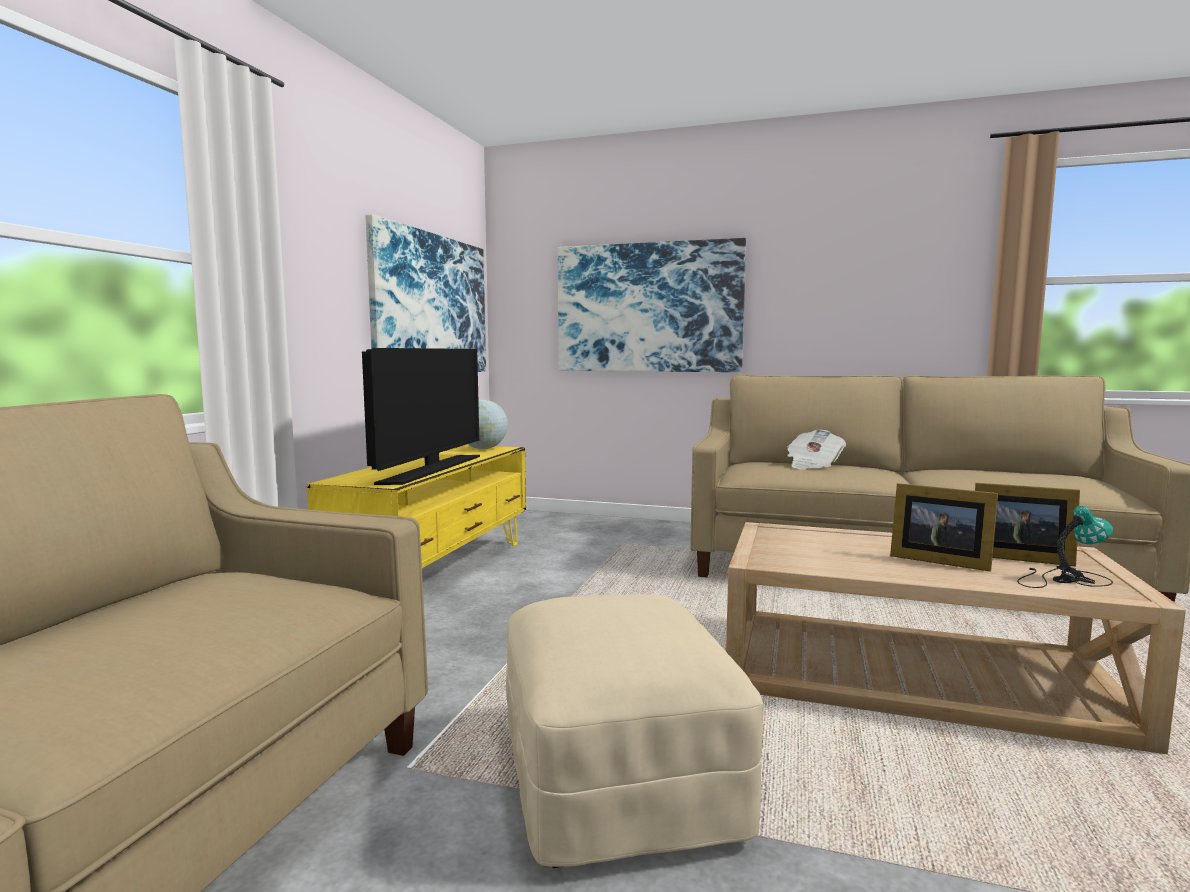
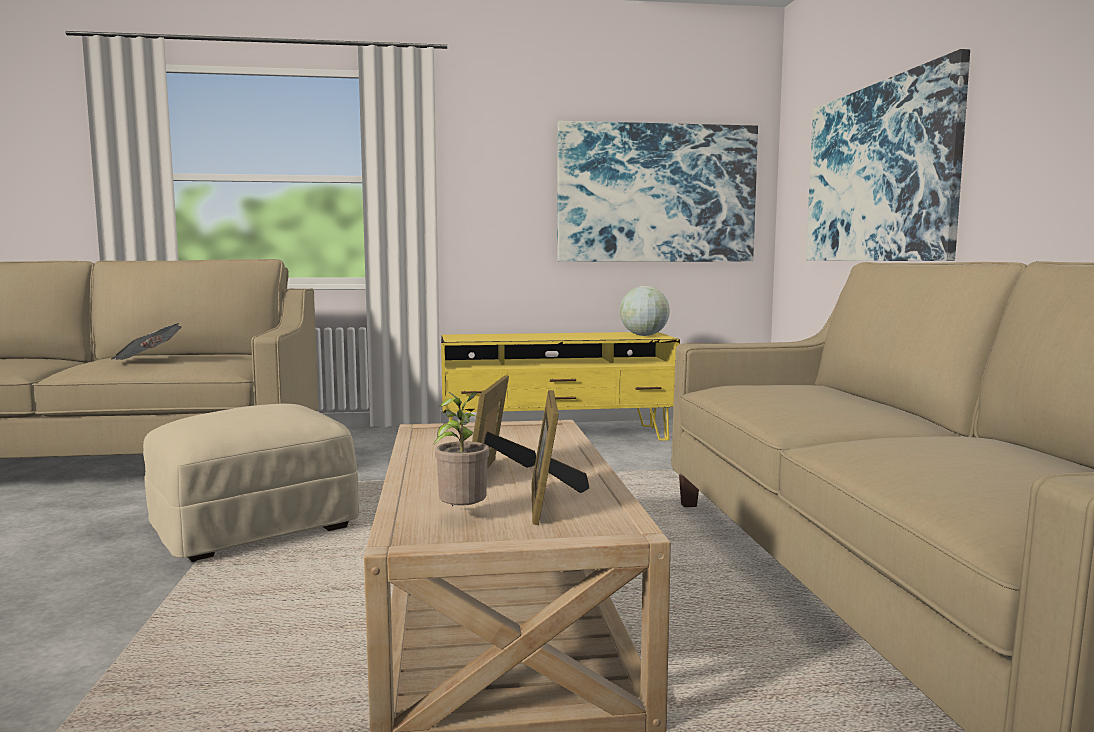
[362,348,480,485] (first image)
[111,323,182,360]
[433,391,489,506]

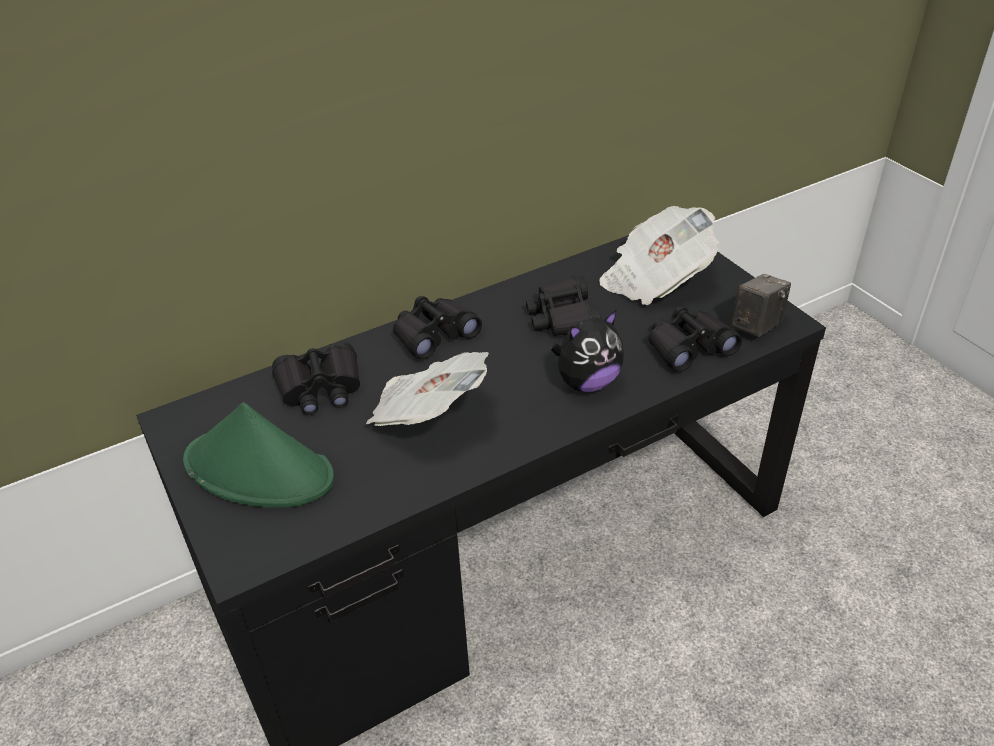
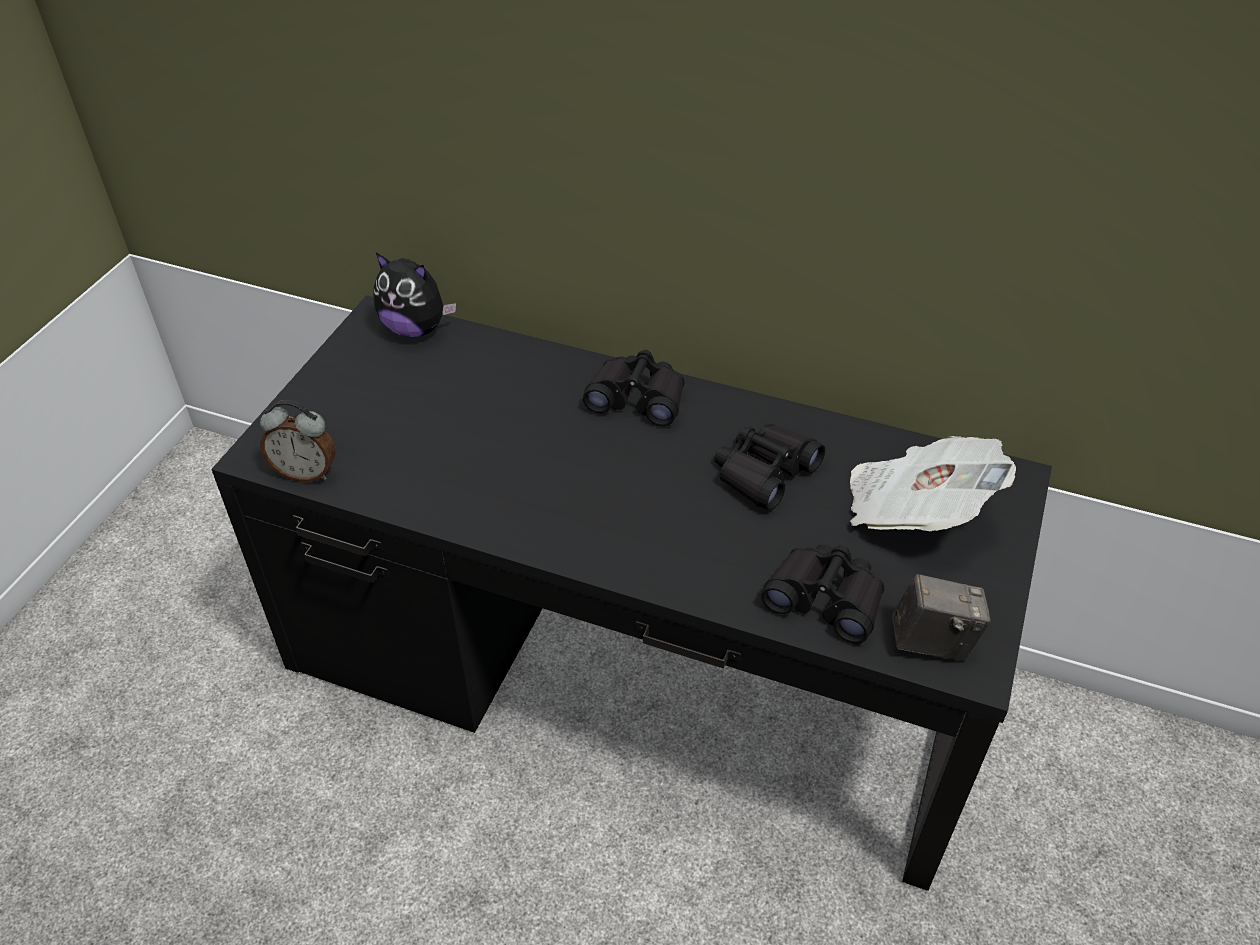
[183,402,334,508] (first image)
[272,342,360,415] (first image)
[366,352,489,426] (first image)
[260,400,335,482]
[373,253,456,337]

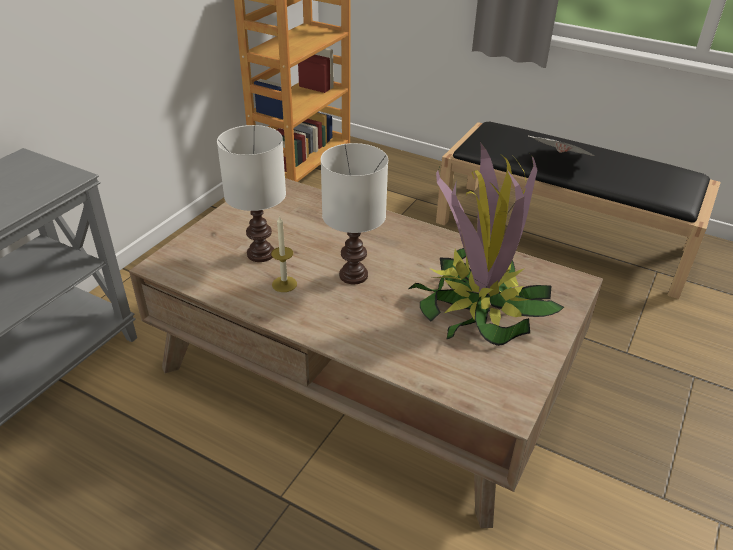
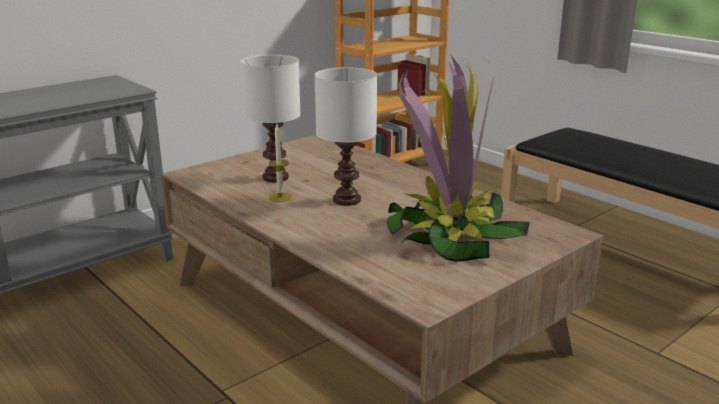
[527,135,595,156] (first image)

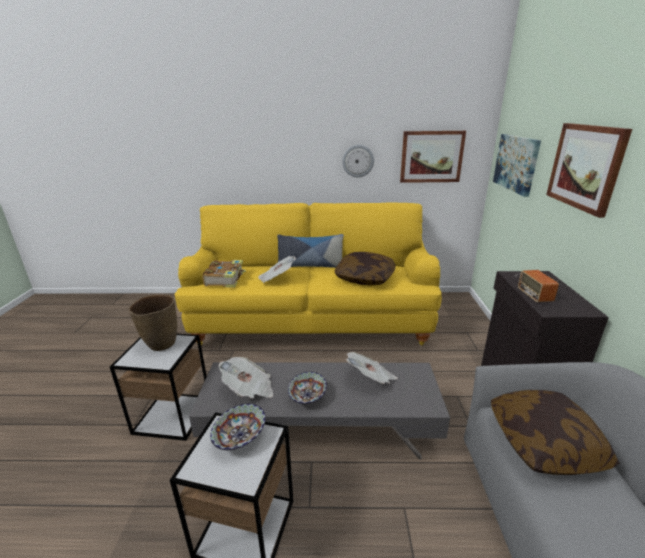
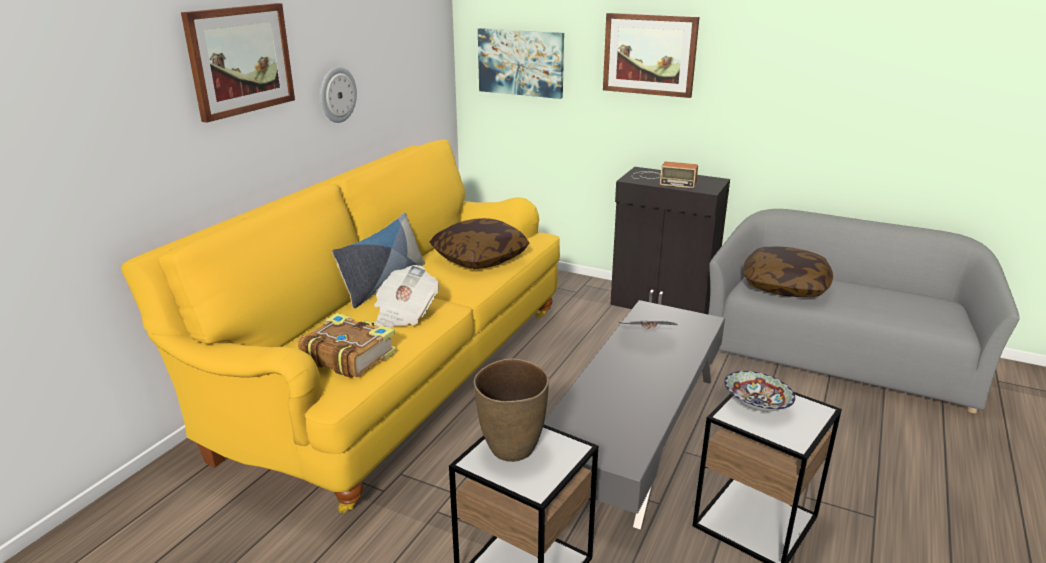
[219,357,273,398] (first image)
[288,372,327,404] (first image)
[181,3,295,123]

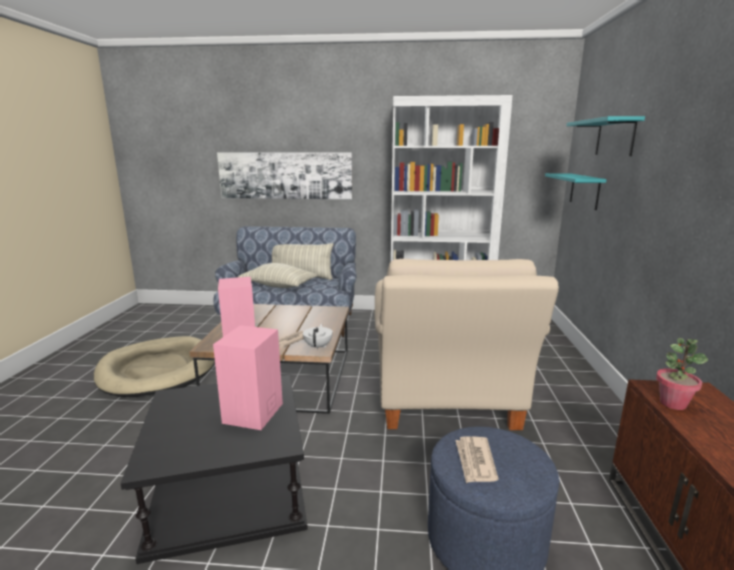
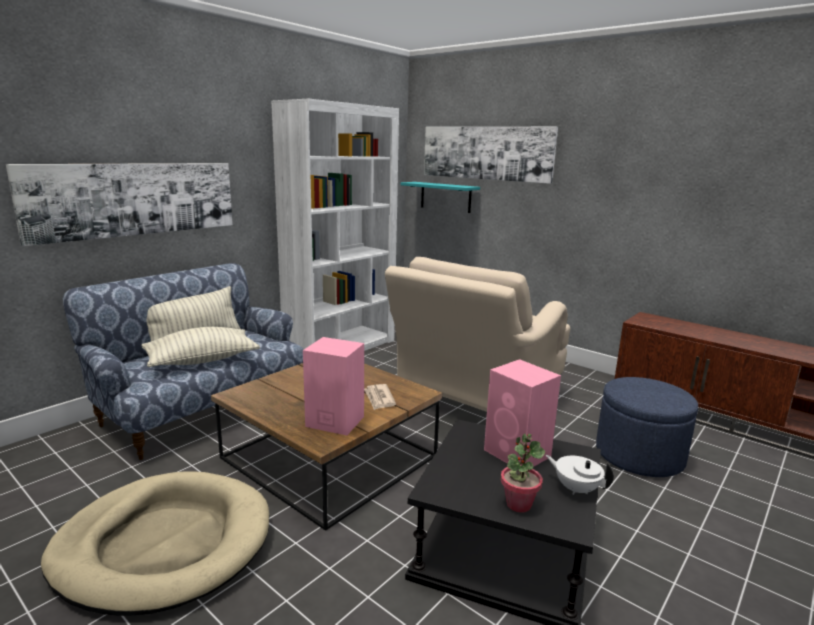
[455,436,498,483] (first image)
[546,455,614,495]
[500,433,545,513]
[424,127,558,184]
[385,257,570,412]

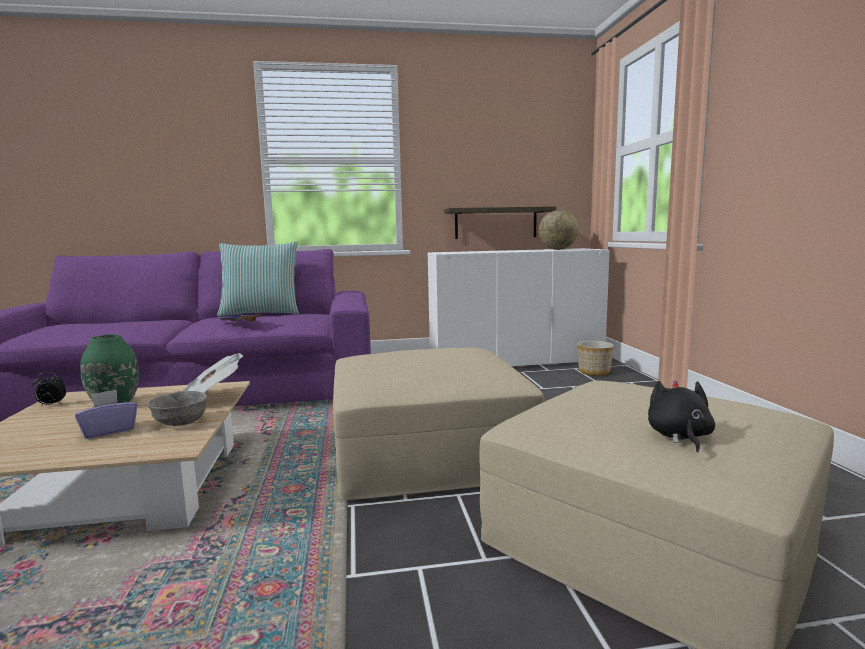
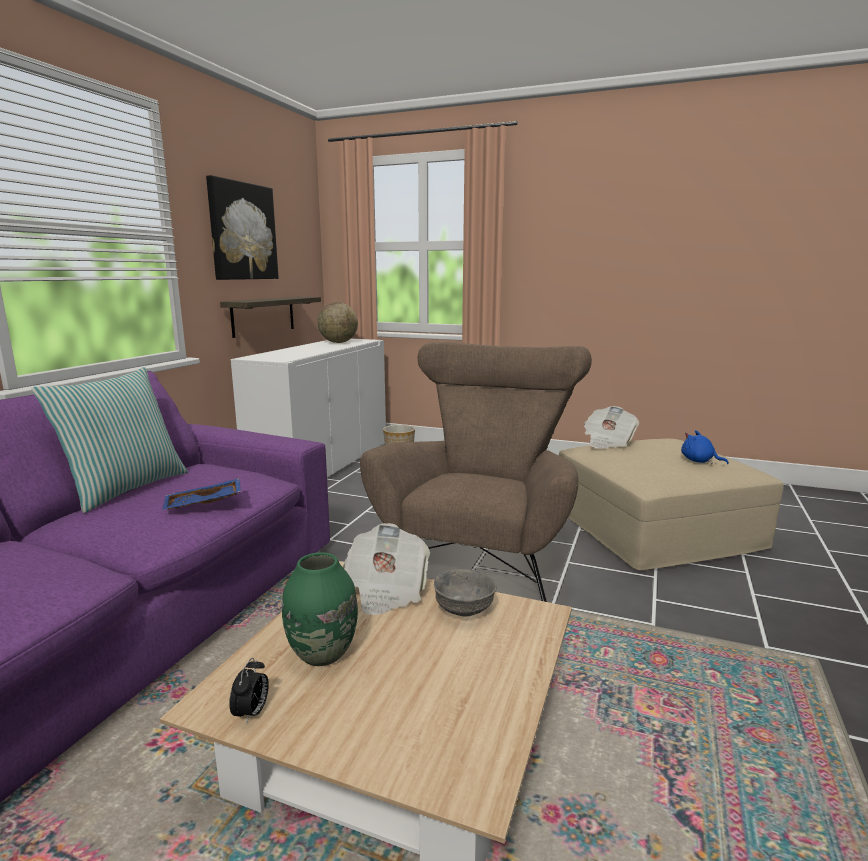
[75,389,137,439] (first image)
[206,175,279,280]
[584,406,639,449]
[360,342,592,602]
[681,430,729,464]

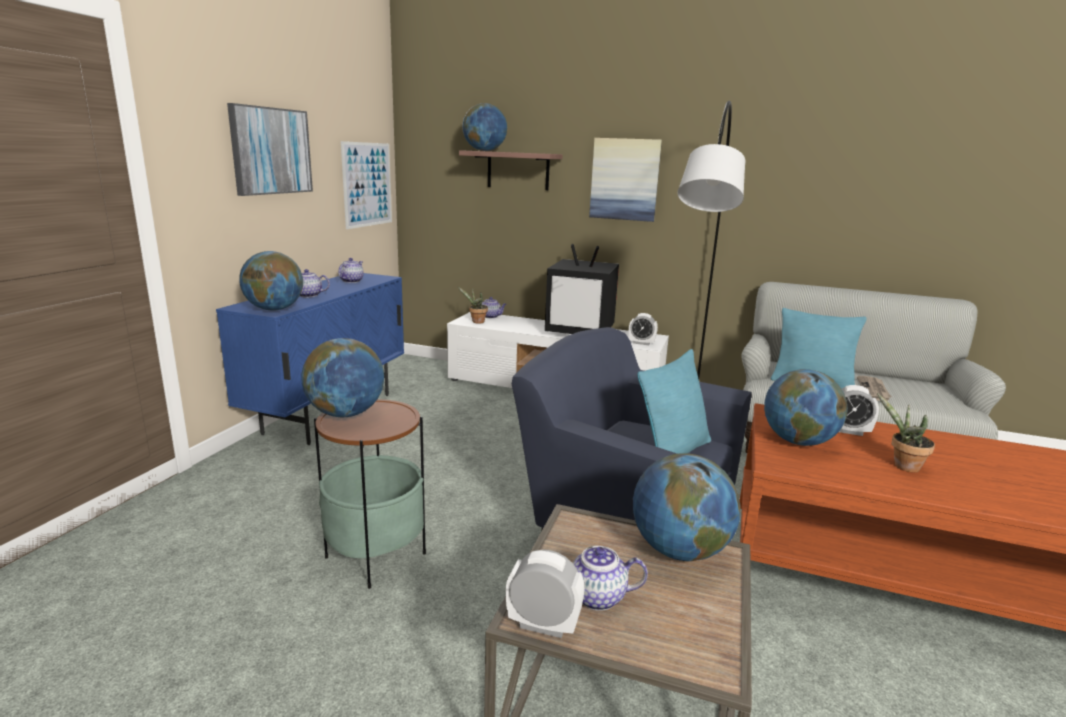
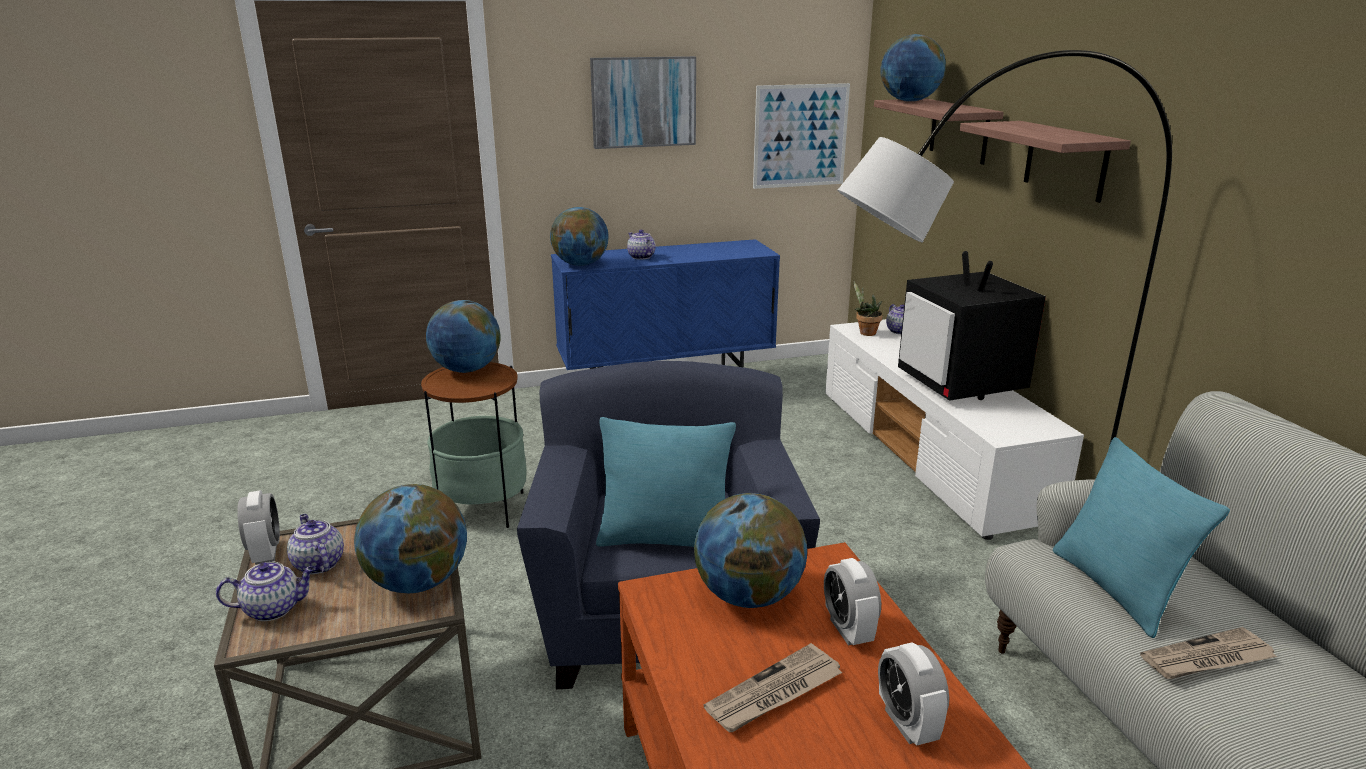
[216,562,316,621]
[878,642,949,746]
[960,121,1131,203]
[704,643,843,732]

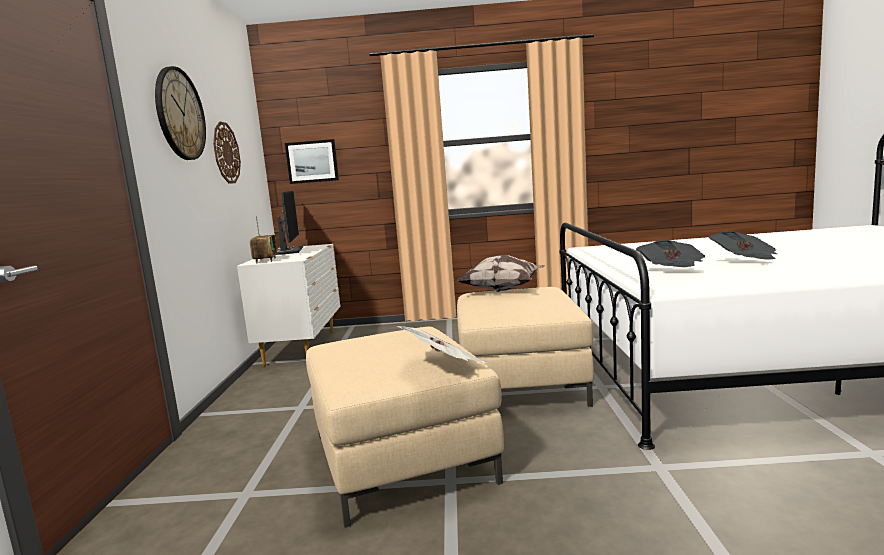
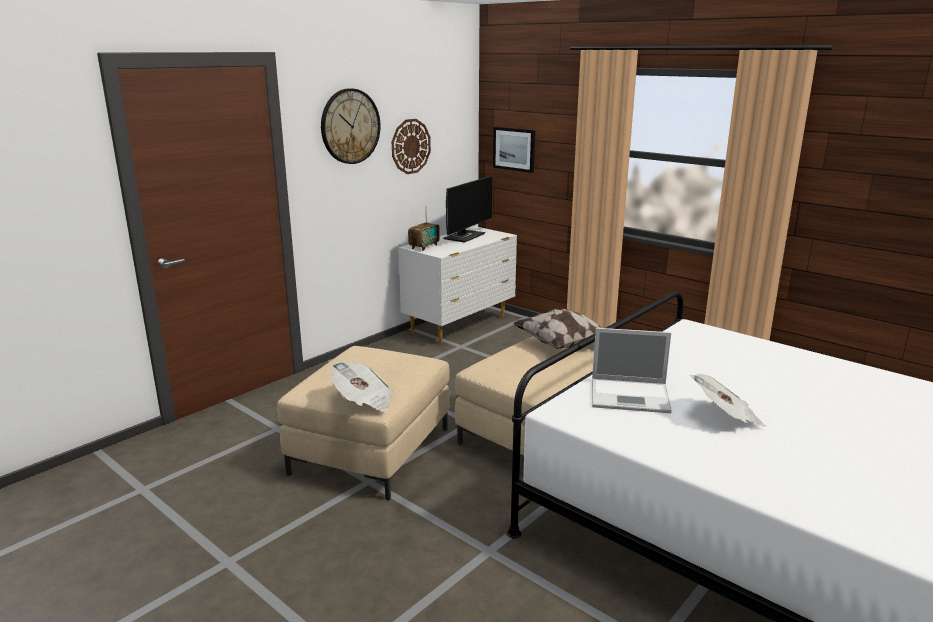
[592,328,672,413]

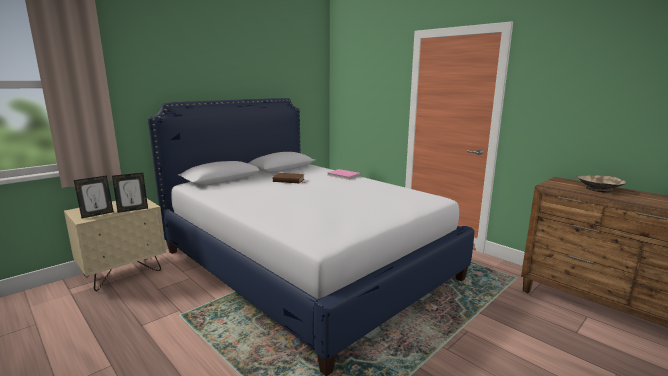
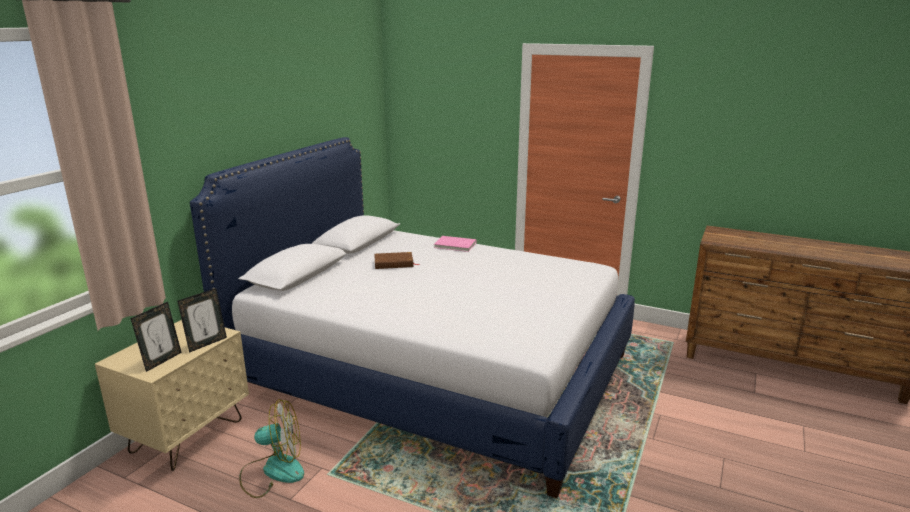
[576,175,626,193] (first image)
[239,399,304,498]

